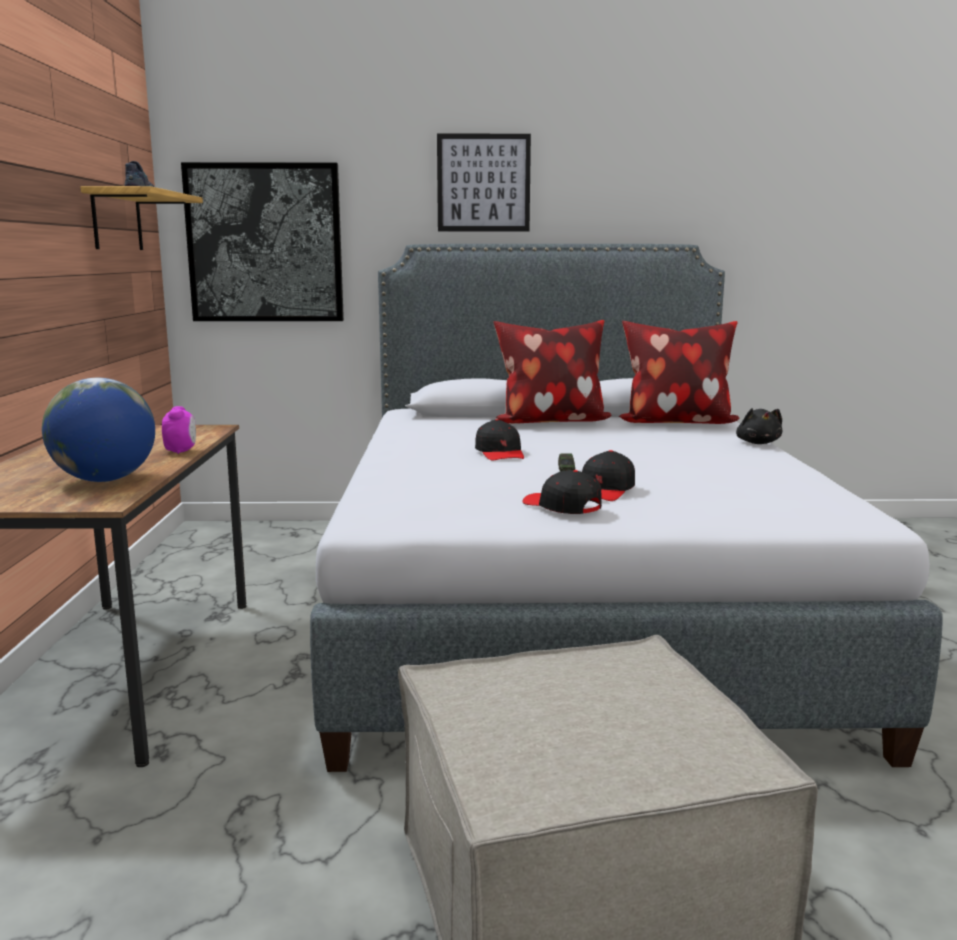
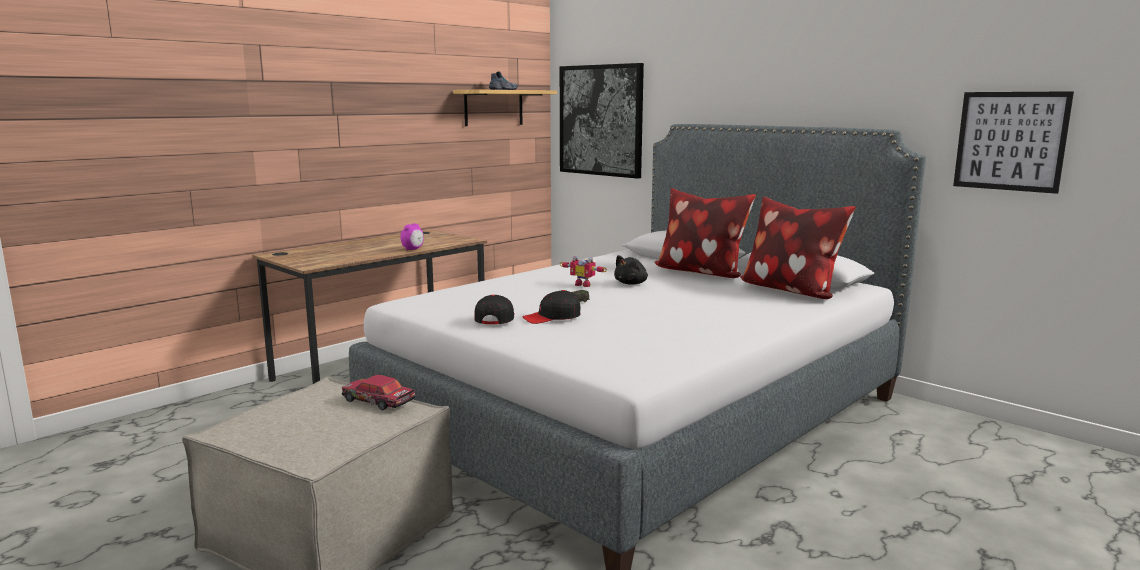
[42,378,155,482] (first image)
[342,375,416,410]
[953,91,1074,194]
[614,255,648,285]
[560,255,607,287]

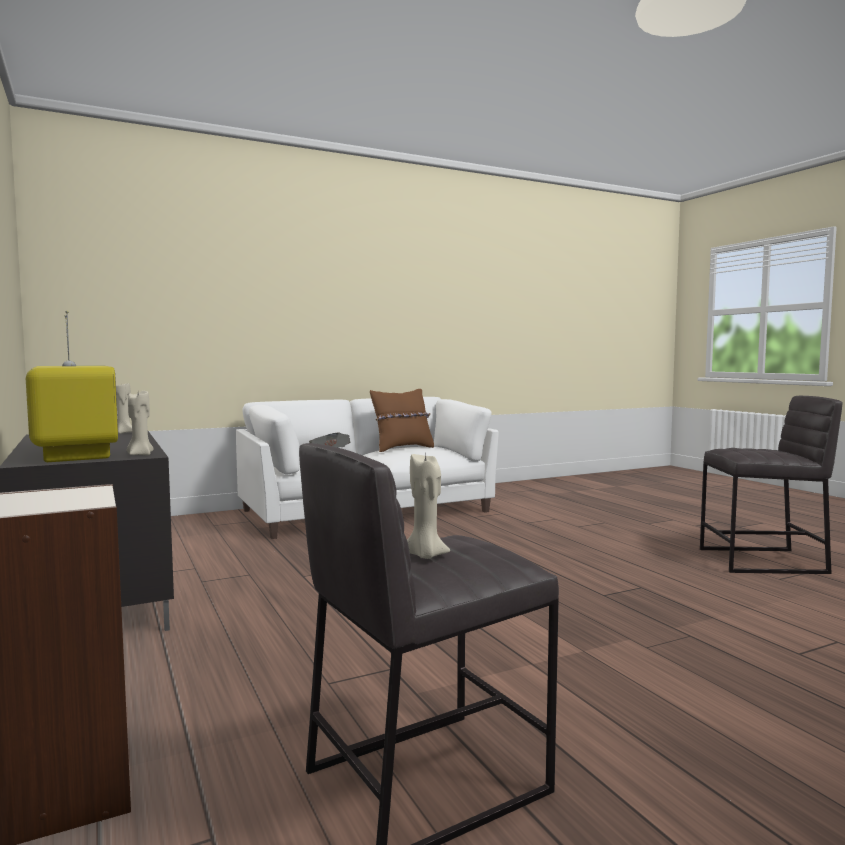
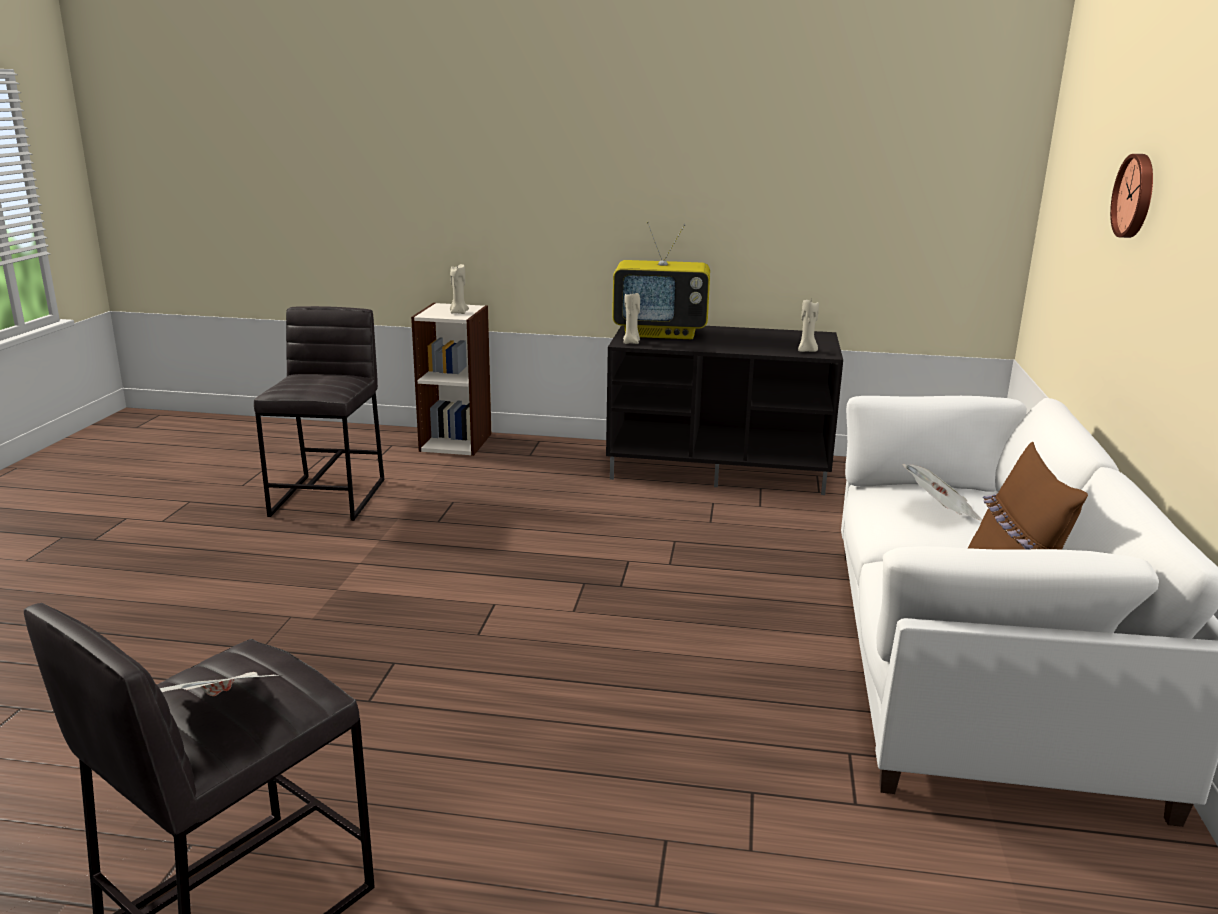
[160,672,284,696]
[1110,154,1153,238]
[450,264,469,314]

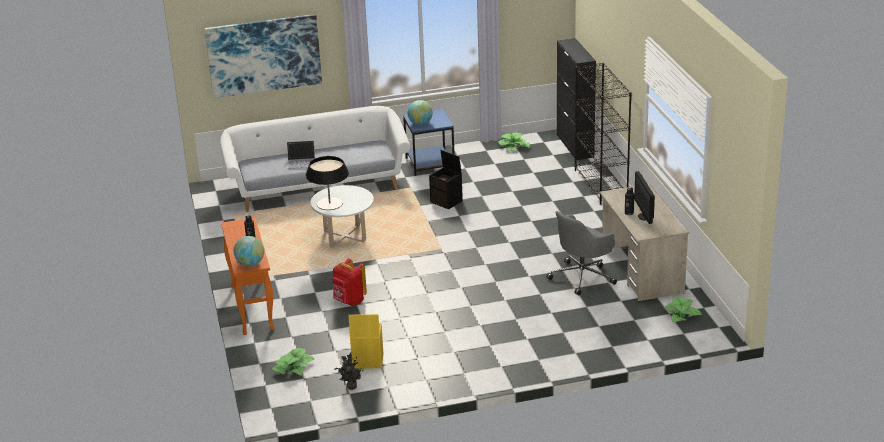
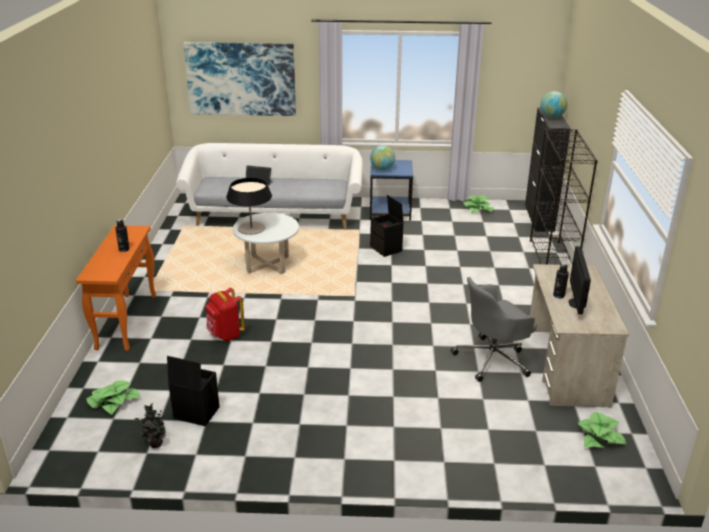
[540,91,567,118]
[167,356,220,426]

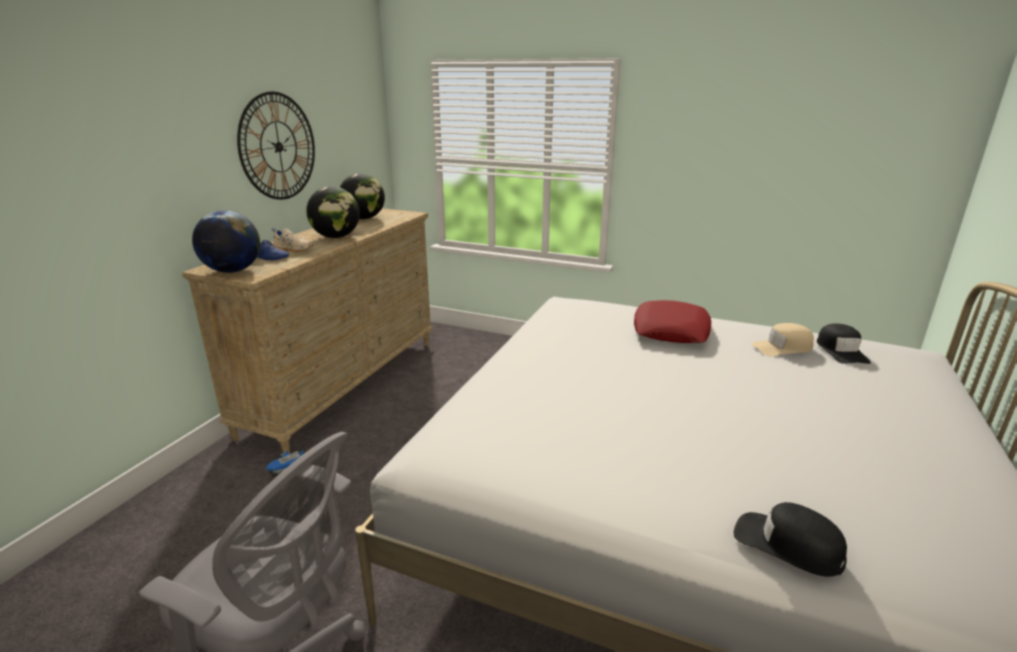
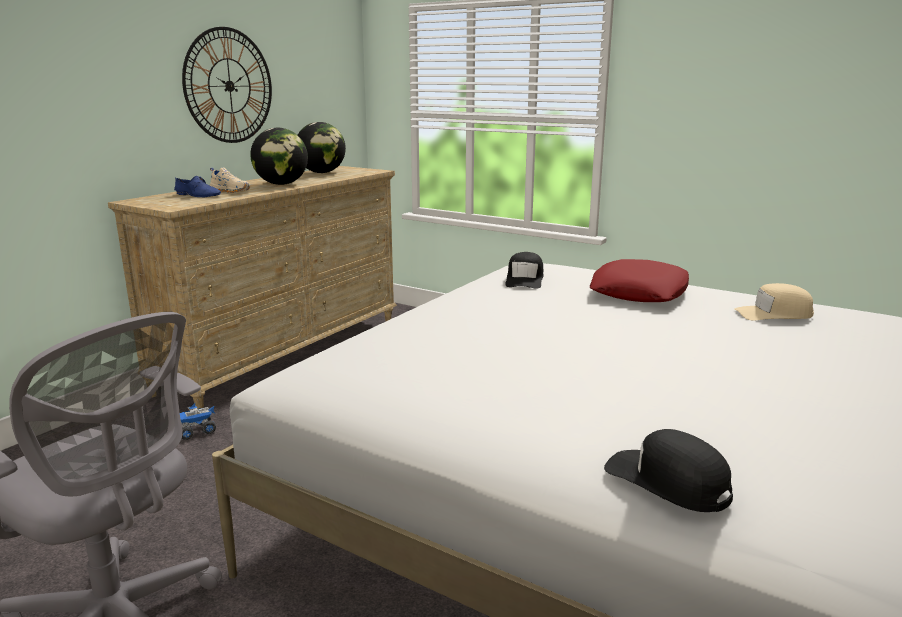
[192,210,260,273] (first image)
[505,252,544,288]

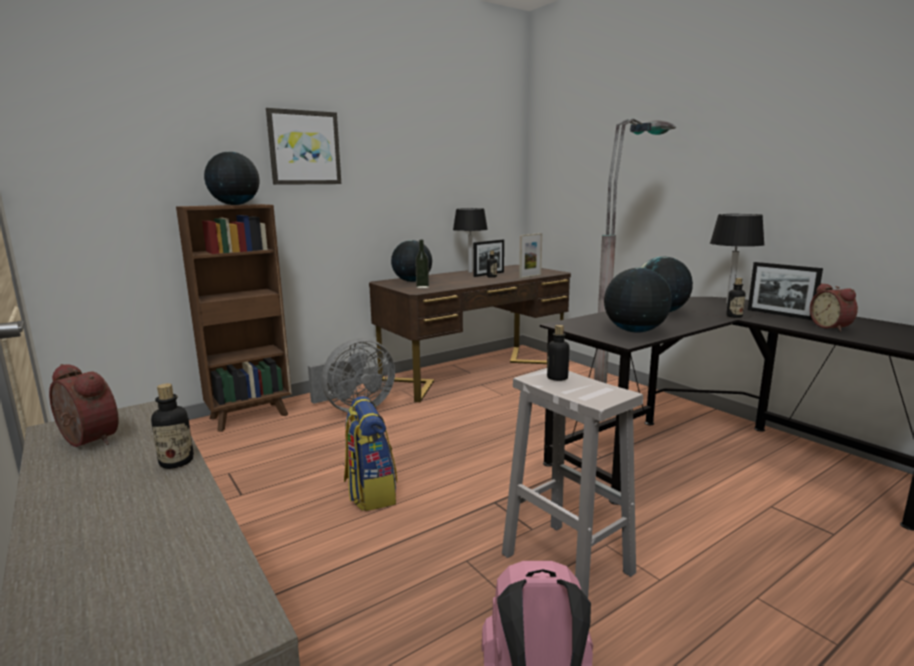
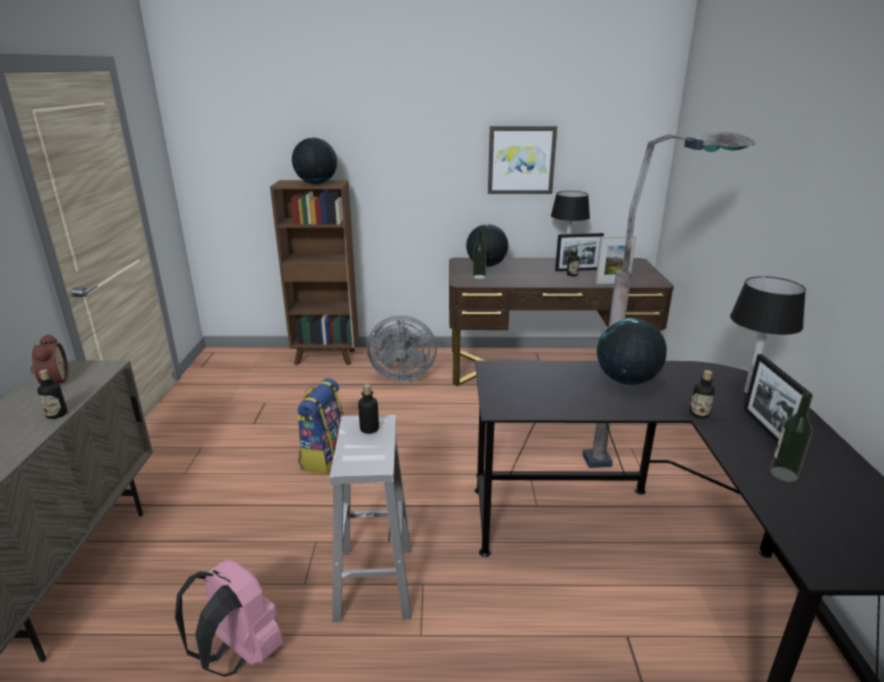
[604,268,672,333] (first image)
[488,126,557,194]
[770,393,813,482]

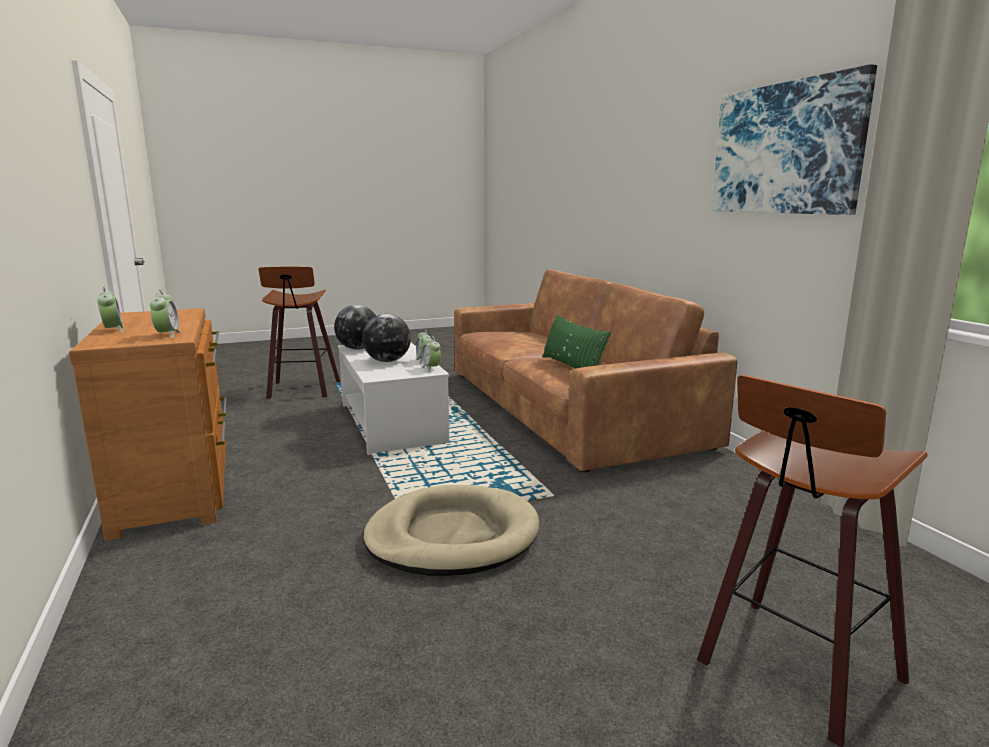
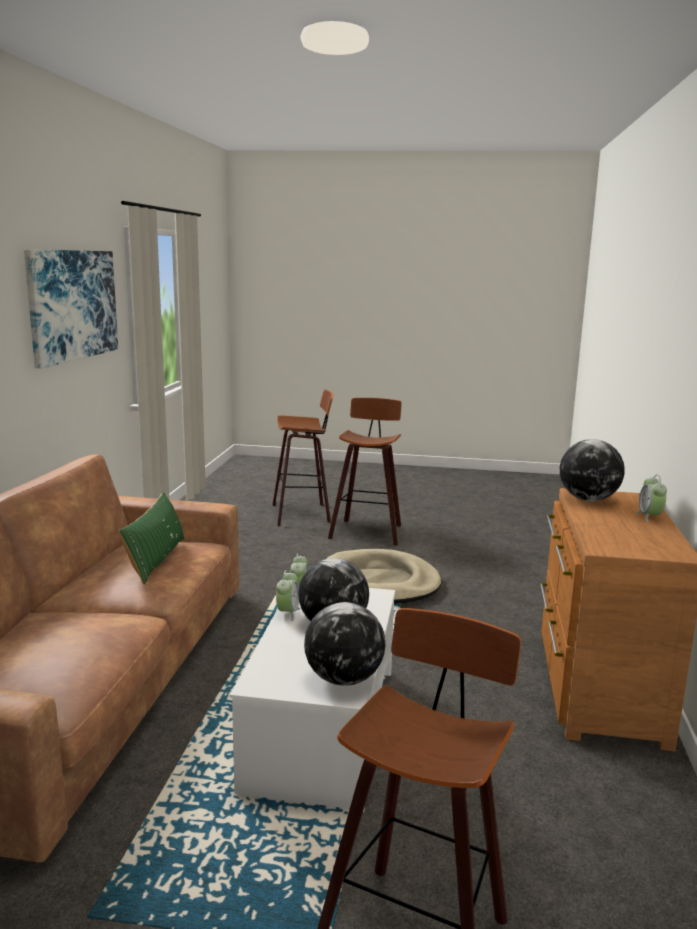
[328,398,402,546]
[560,439,625,501]

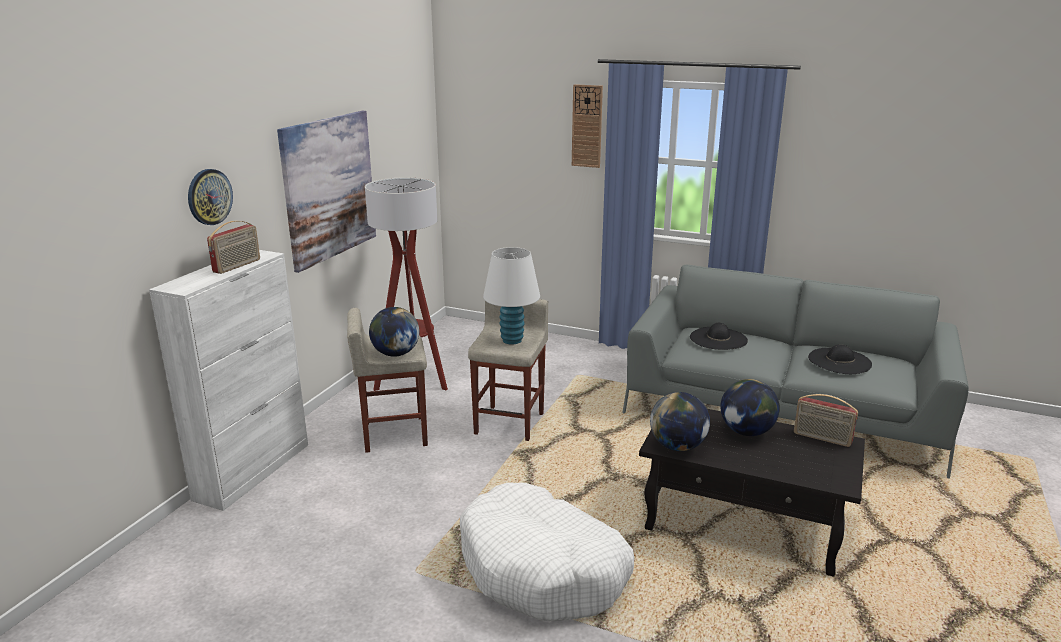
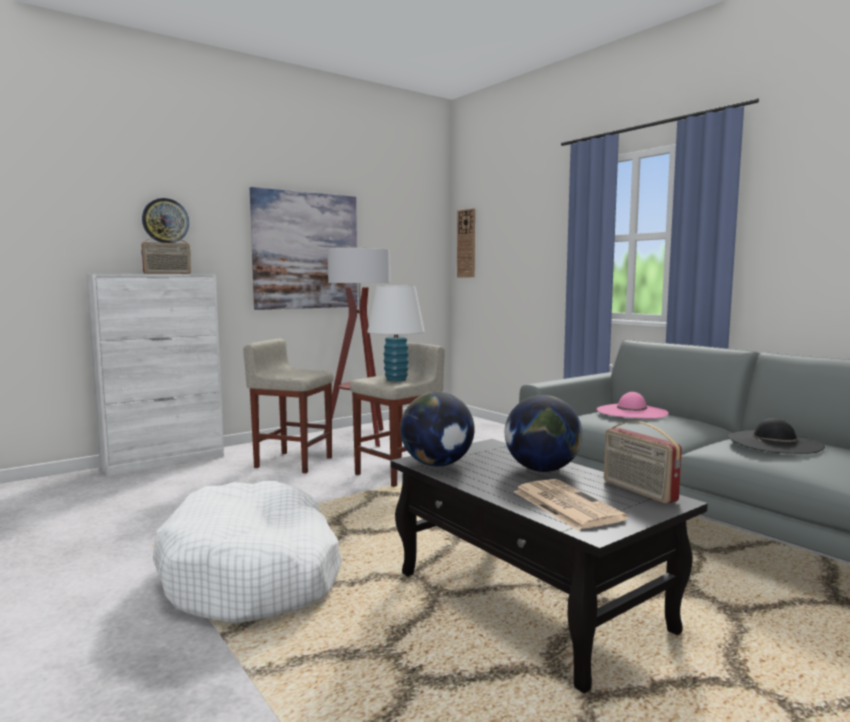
[369,307,419,357] (first image)
[514,479,628,530]
[457,208,475,277]
[597,392,669,418]

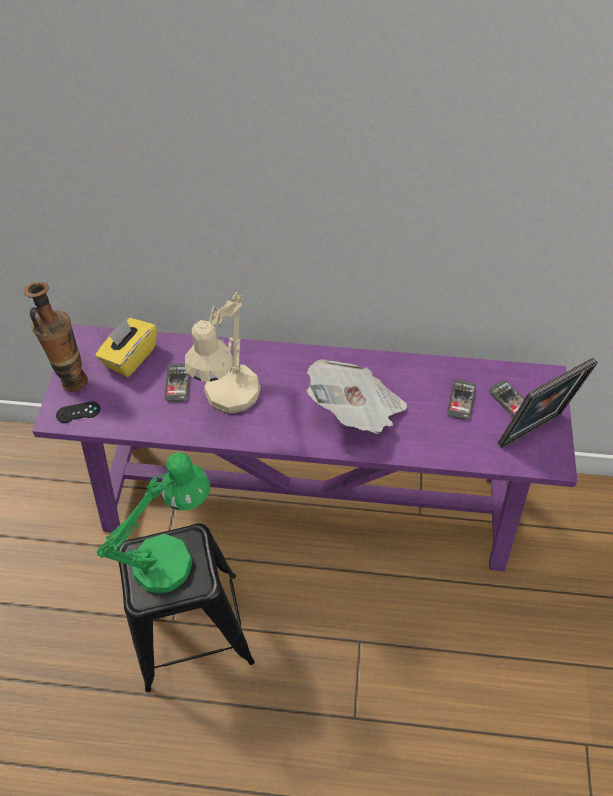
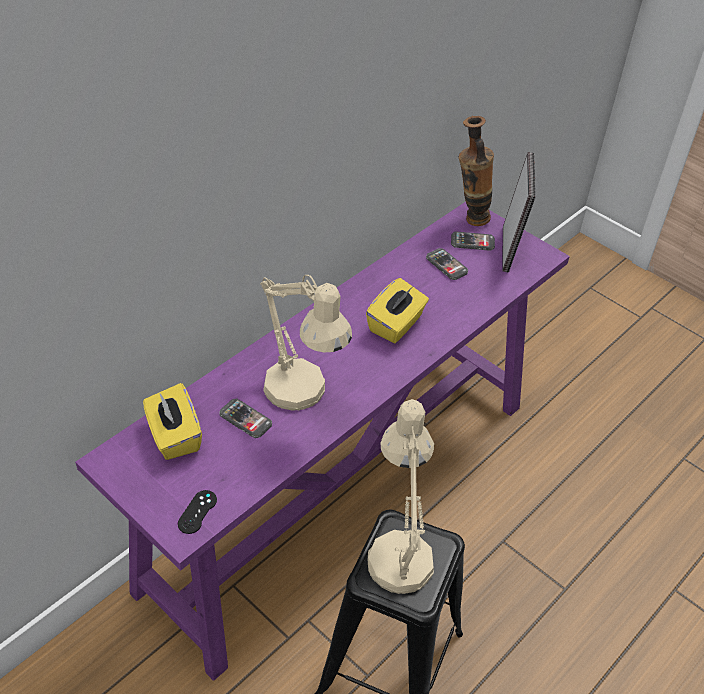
[459,116,494,226]
[366,278,429,343]
[368,399,434,594]

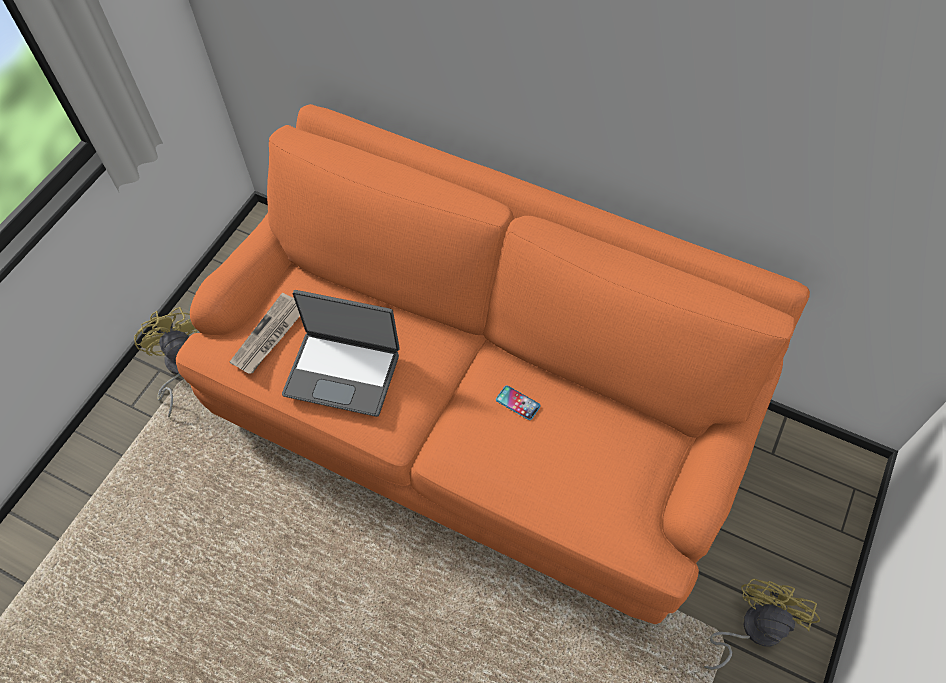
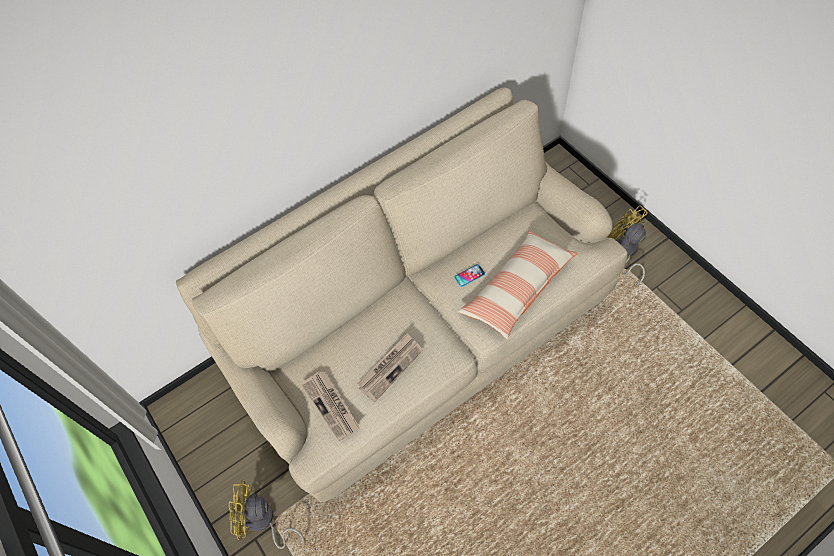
[458,231,578,340]
[357,333,423,402]
[176,88,628,502]

